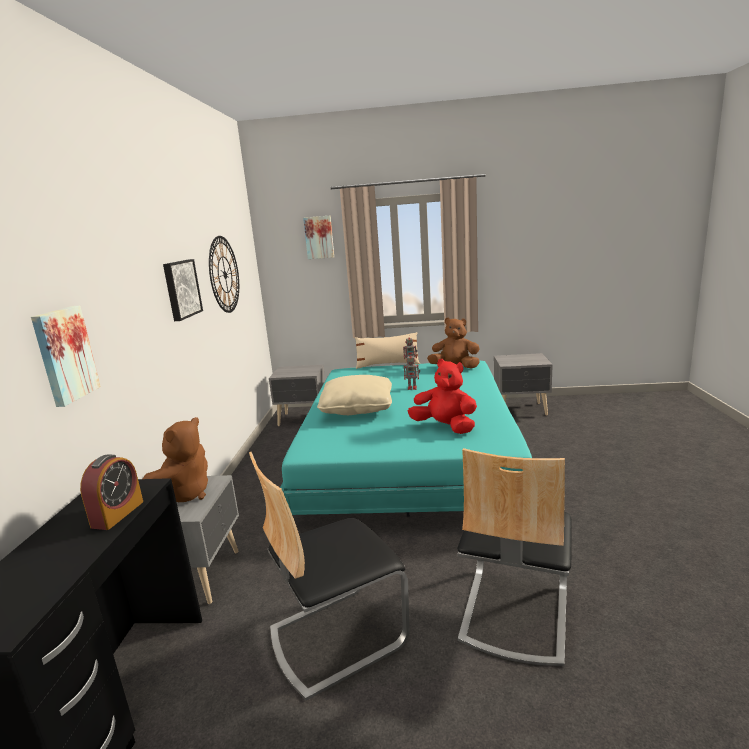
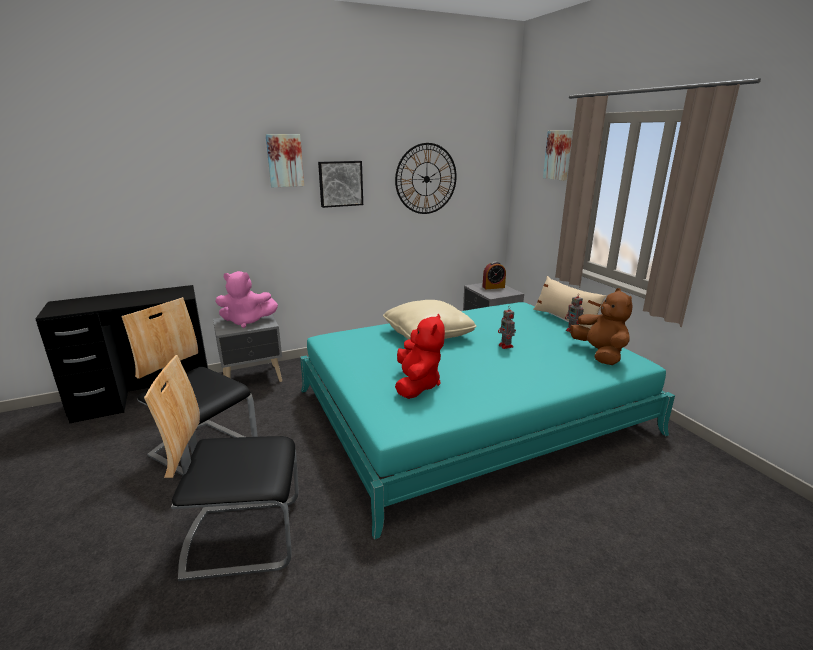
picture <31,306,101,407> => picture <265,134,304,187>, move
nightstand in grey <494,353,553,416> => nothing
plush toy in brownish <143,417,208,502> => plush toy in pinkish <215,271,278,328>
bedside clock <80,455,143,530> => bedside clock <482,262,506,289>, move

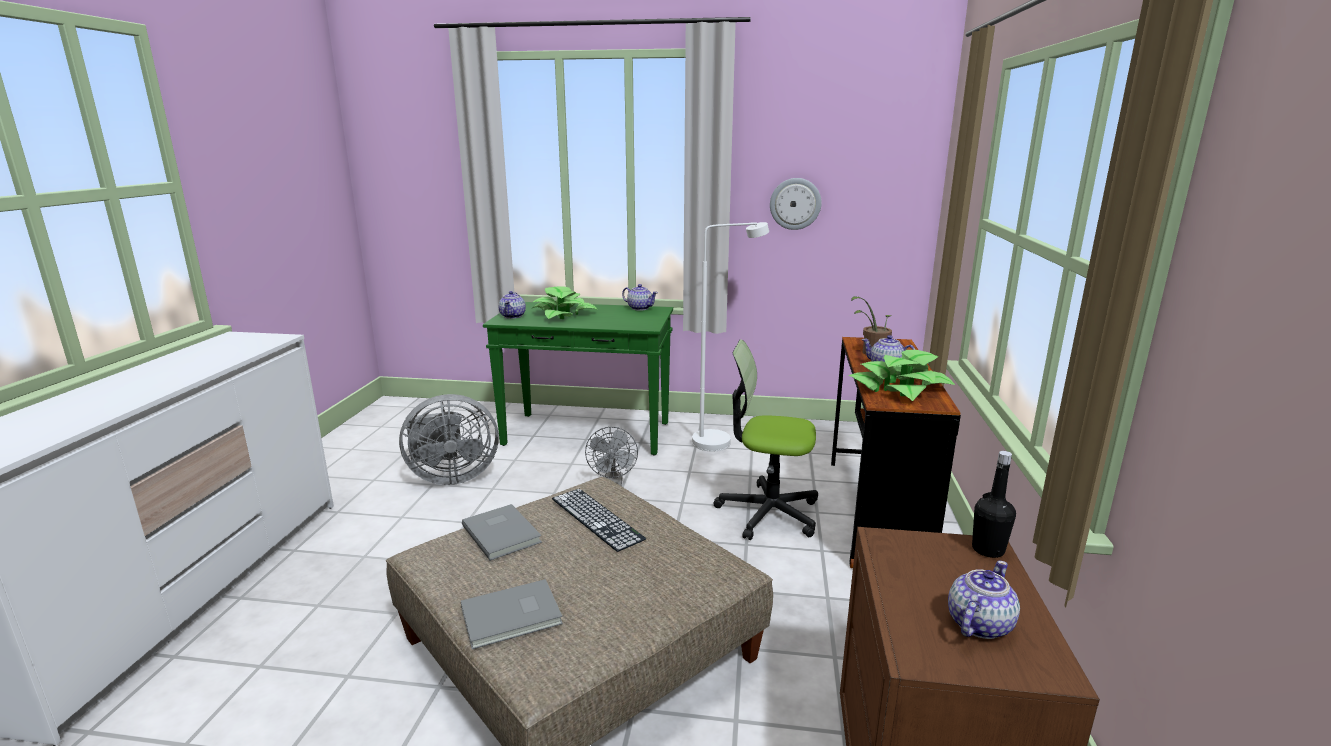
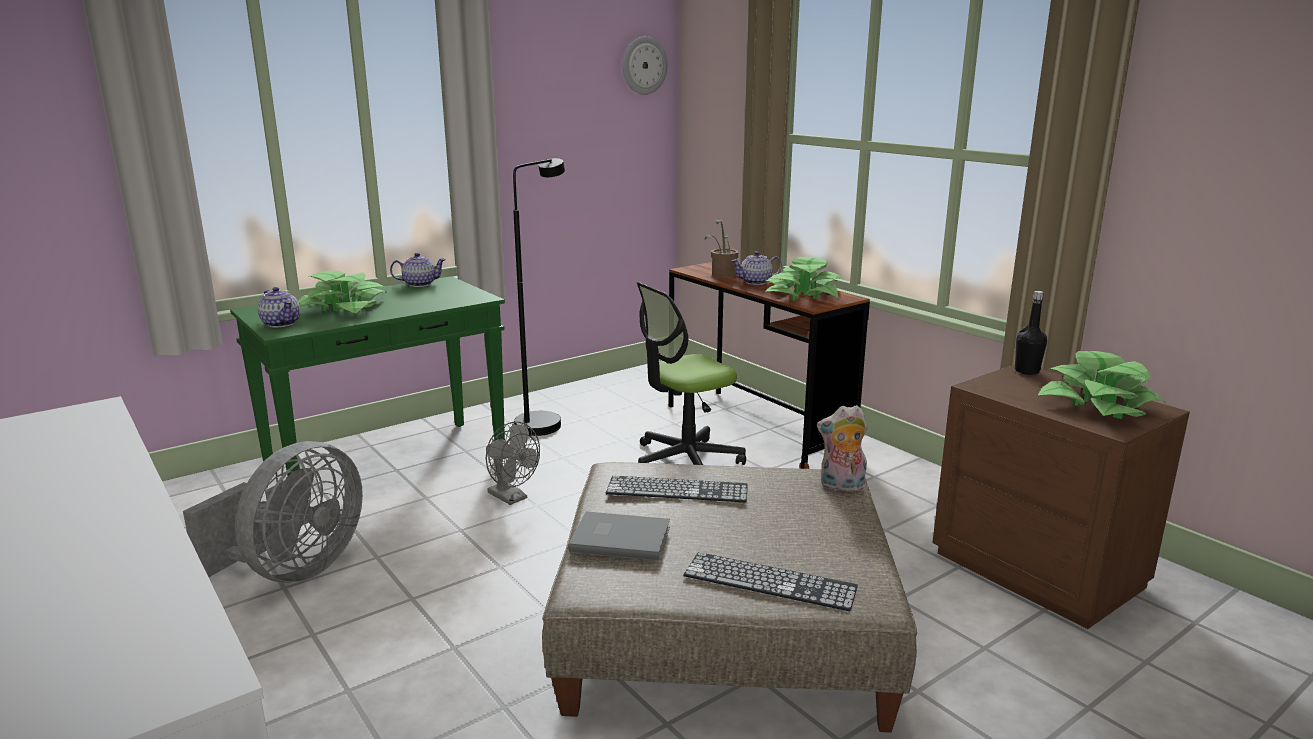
wall clock <770,178,822,230> => wall clock <623,36,667,95>, move
standing lamp in white <692,222,769,451> => standing lamp in black <513,158,565,436>
teapot <948,561,1020,639> => houseplant <1038,351,1166,419>
volume in grey <461,579,563,649> => keyboard <683,552,858,611>
nothing => plush toy <817,405,868,492>

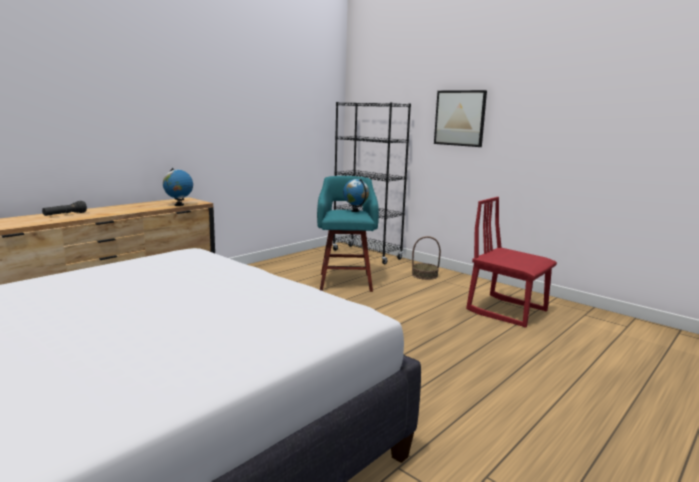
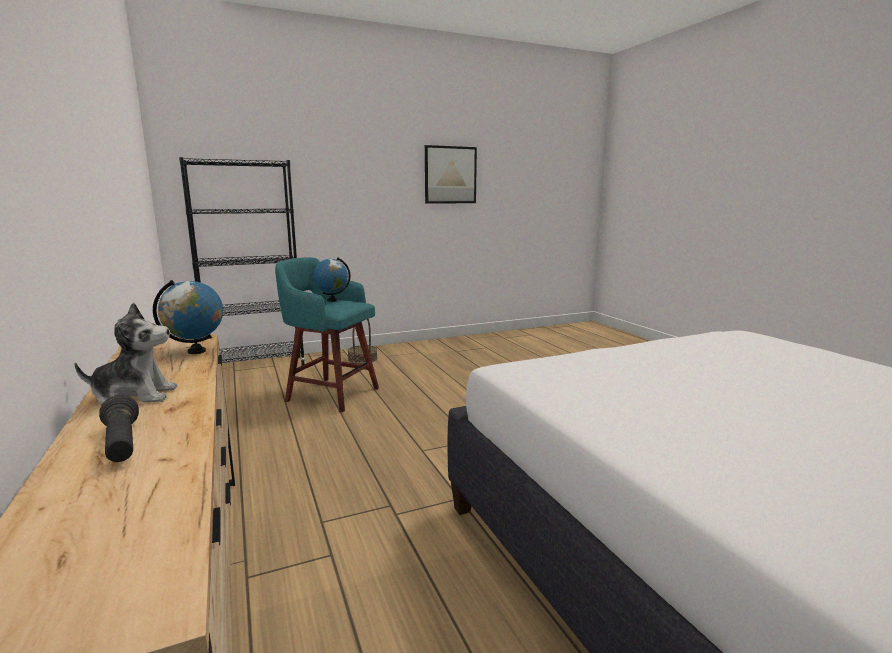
picture <434,90,487,147> => picture <425,145,477,204>, move
chair in reddish <466,197,557,328> => nothing
nothing => plush toy <74,302,177,405>

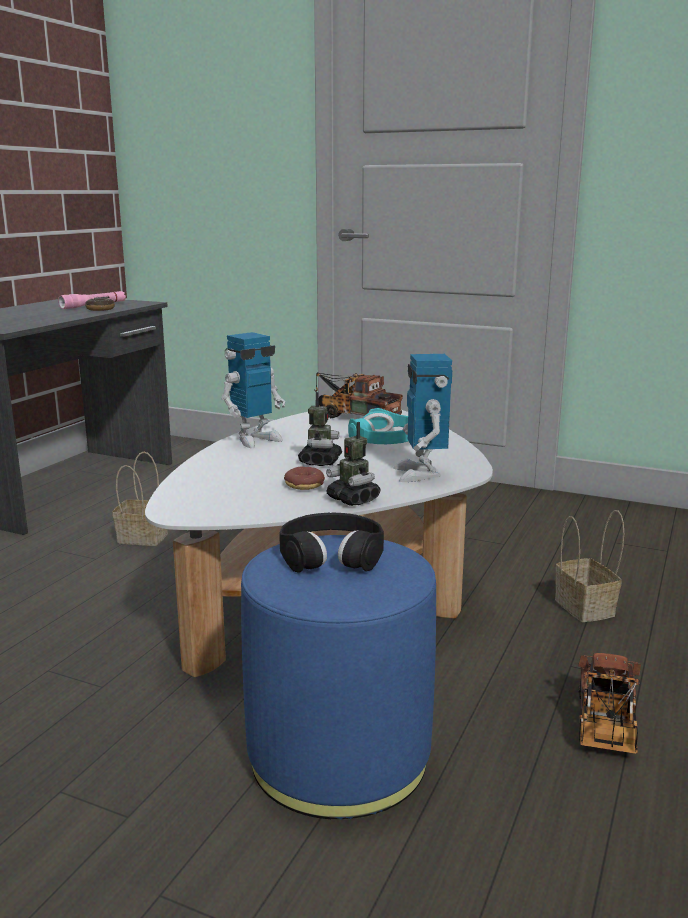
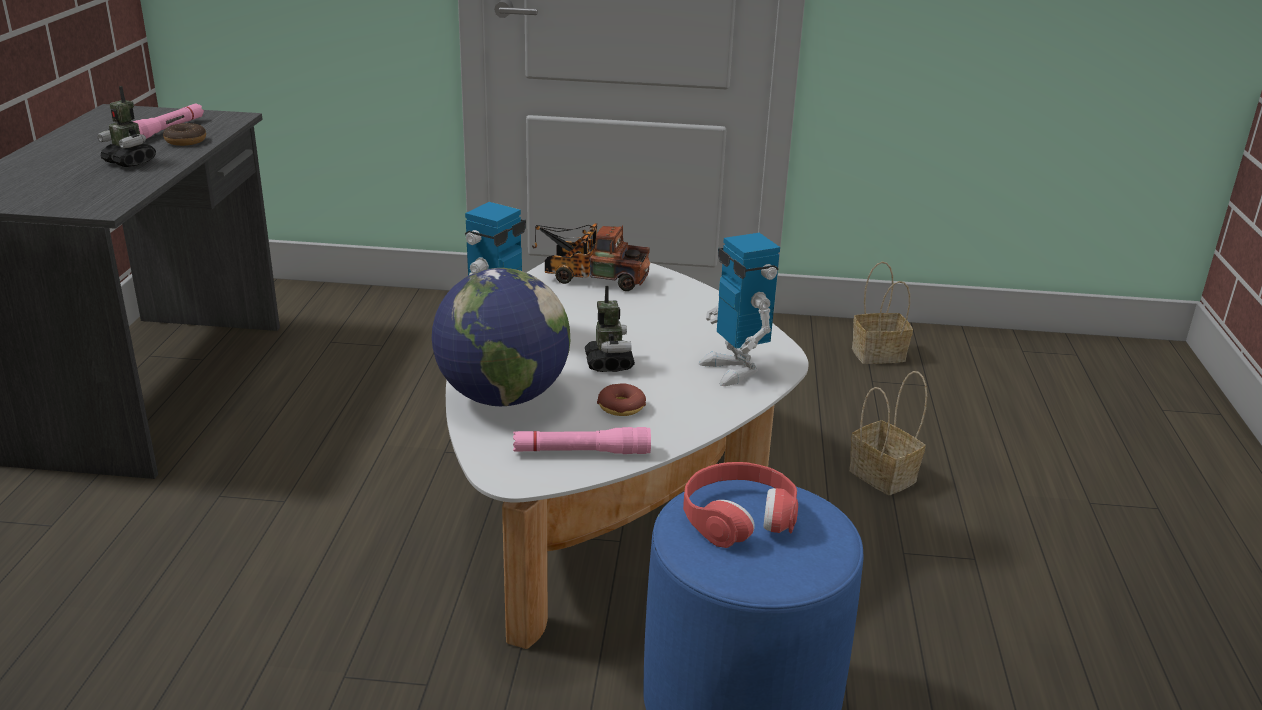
headset in blue-green <348,408,408,444> => nothing
robot figure <326,422,381,506> => robot figure <97,86,156,167>, move
storage basket <112,452,168,546> => storage basket <852,262,913,364>, move
headset in black <279,513,384,573> => headset in reddish <683,462,798,548>
model truck <578,653,641,754> => nothing
nothing => globe <432,268,570,406>
nothing => hand torch in pinkish <513,427,651,454>

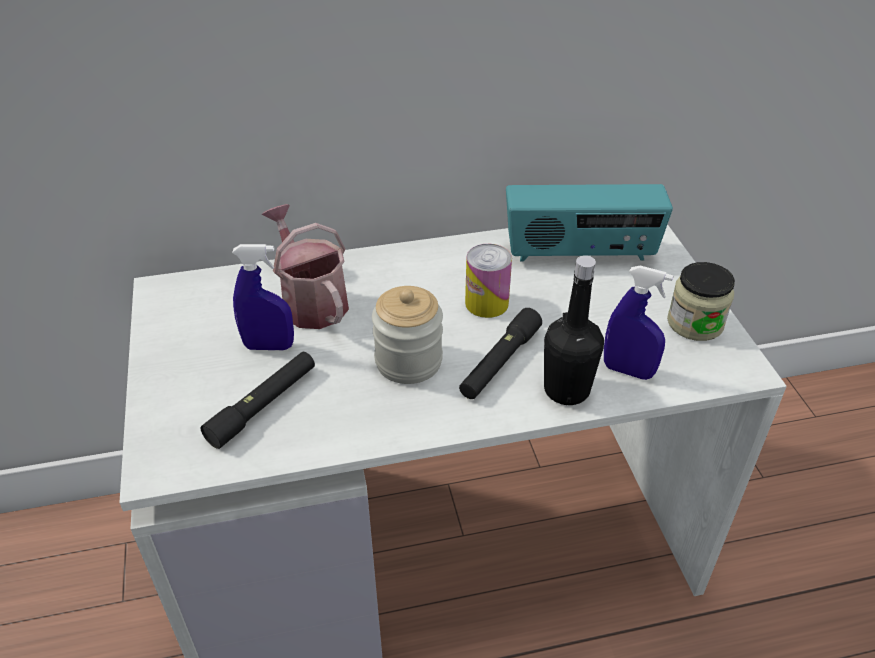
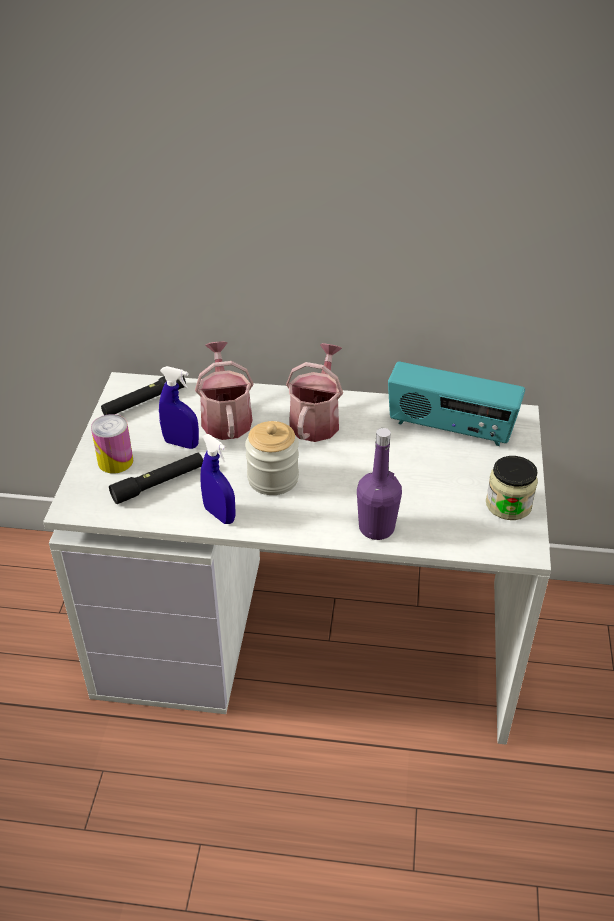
can <465,244,512,318> => can <91,414,133,473>, move
bottle in black <544,255,604,405> => bottle in purplish <357,428,402,540>
spray bottle in blue <604,266,674,380> => spray bottle in blue <200,434,236,524>, move
hand torch in black <459,308,542,399> => hand torch in black <101,376,186,415>, move
nothing => watering can <286,343,343,442>

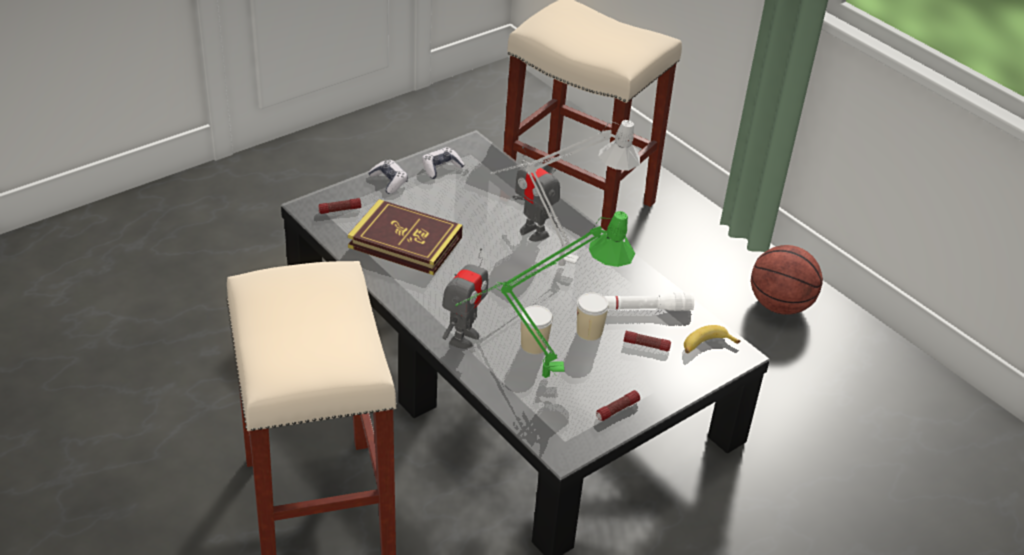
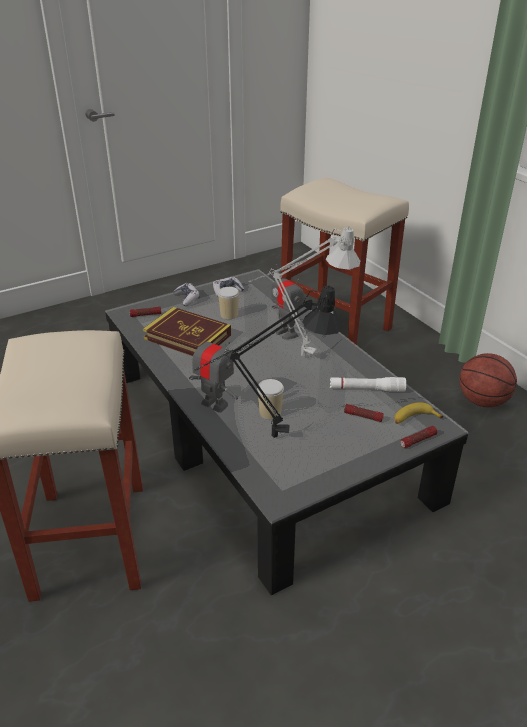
table lamp in green-coloured <455,211,635,378> => table lamp in black <194,285,343,438>
robot figure <442,248,488,349> => robot figure <189,330,238,413>, 90 degrees counterclockwise
drinking cup <577,292,609,341> => drinking cup <218,287,239,319>, move
hand torch <596,390,640,421> => hand torch <400,426,437,448>, move

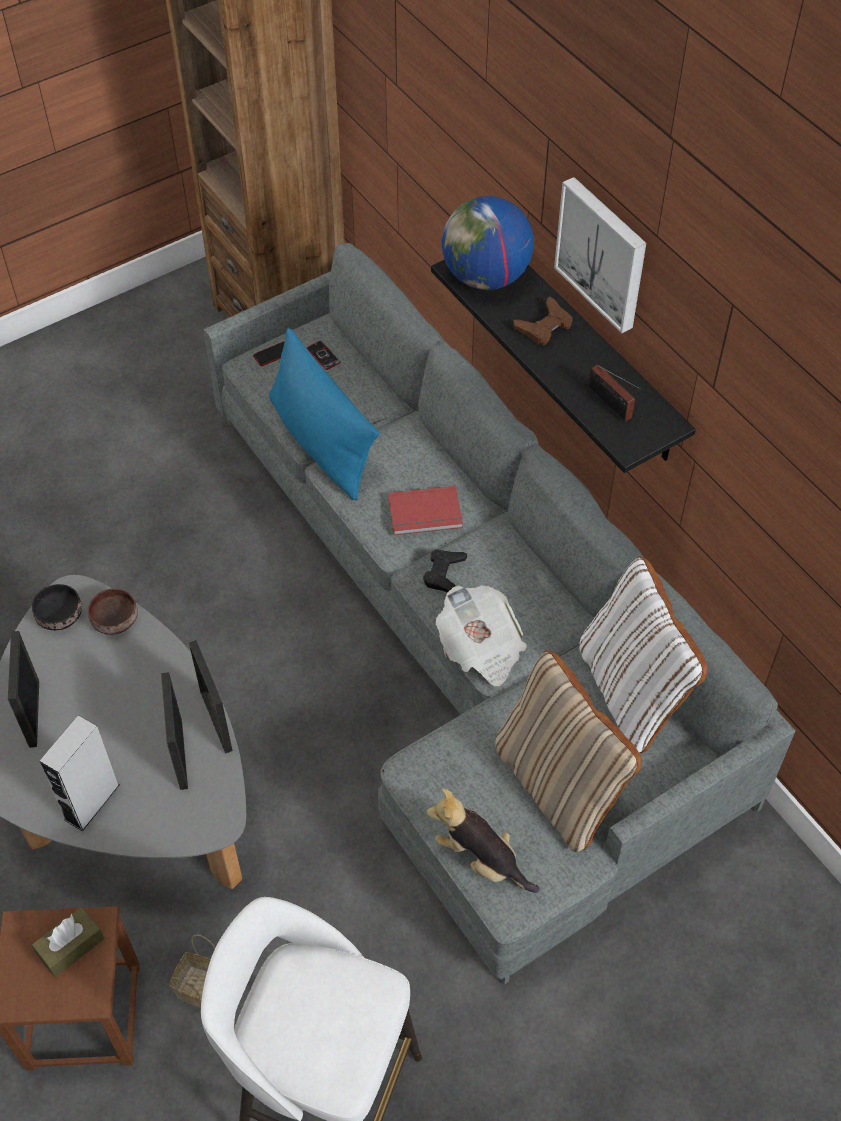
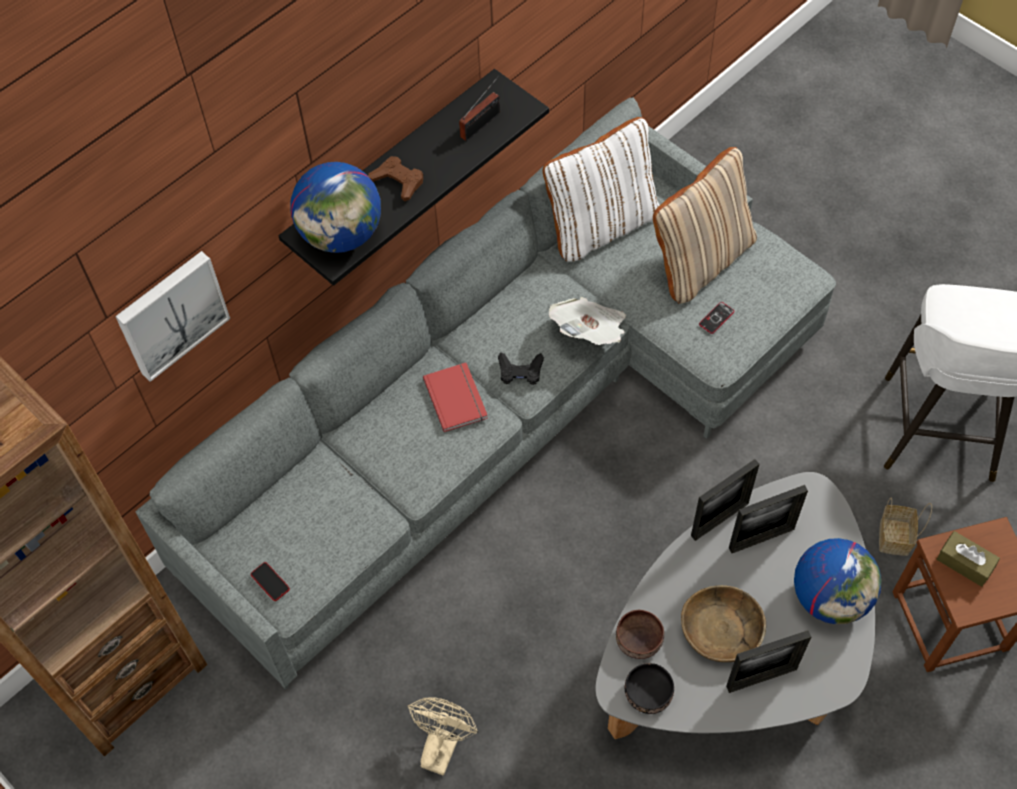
picture <554,177,646,334> => picture <115,251,230,382>, move
cushion in blue <269,328,379,501> => nothing
handset <307,341,341,370> => handset <699,302,735,334>, move
speaker in grey <40,715,119,831> => globe <794,538,881,624>
plush toy <427,789,540,893> => nothing
nothing => serving bowl in brownish <681,585,766,662>
nothing => cooling fan in sand-coloured <408,697,478,775>

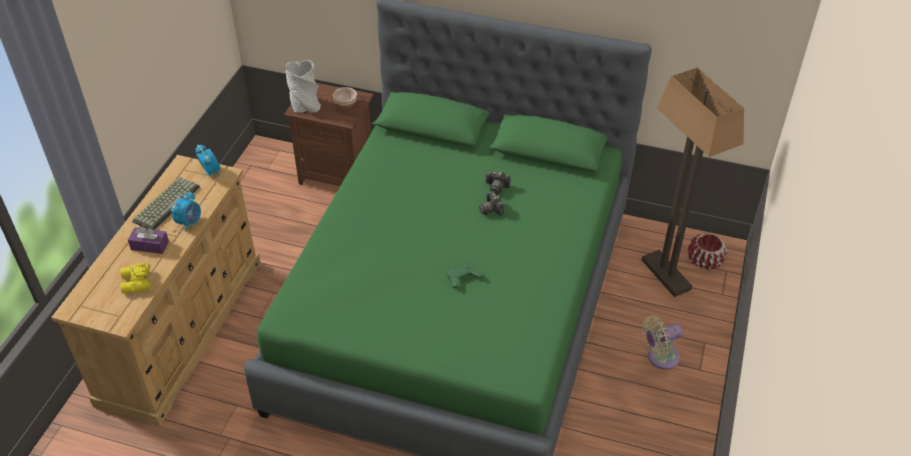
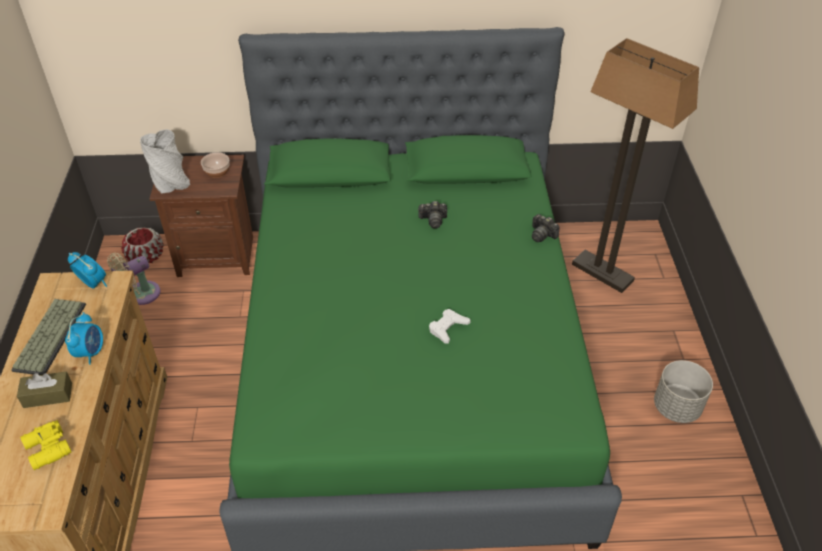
still camera <479,191,504,216> => still camera <532,214,560,242>, move
tissue box in purplish <128,226,169,254> => tissue box in brownish <17,372,72,408>
flower pot in reddish <688,233,727,270> => flower pot in reddish <121,227,164,263>, move
gamepad in green-coloured <447,262,482,289> => gamepad in white <429,309,471,344>
cooling fan in sand-coloured <642,316,683,369> => cooling fan in sand-coloured <107,253,161,305>, move
nothing => flower pot in grey <654,360,713,423>

